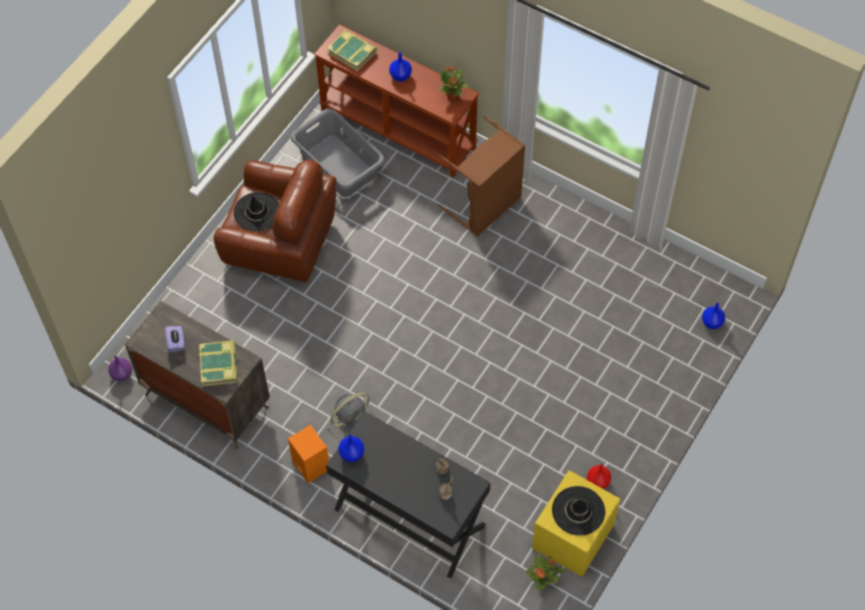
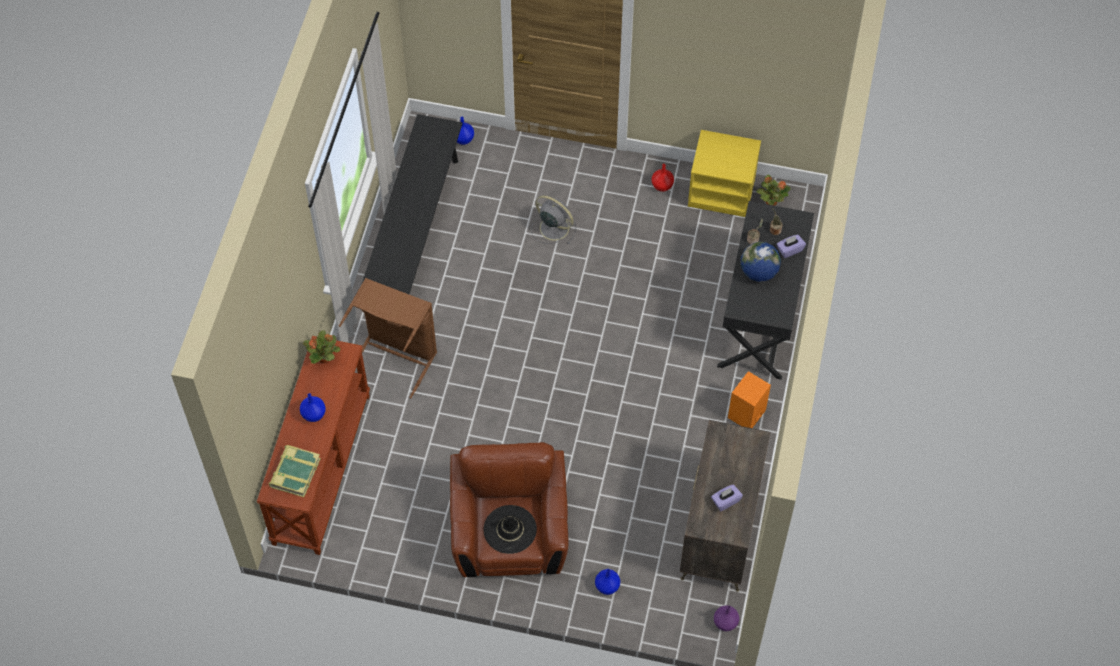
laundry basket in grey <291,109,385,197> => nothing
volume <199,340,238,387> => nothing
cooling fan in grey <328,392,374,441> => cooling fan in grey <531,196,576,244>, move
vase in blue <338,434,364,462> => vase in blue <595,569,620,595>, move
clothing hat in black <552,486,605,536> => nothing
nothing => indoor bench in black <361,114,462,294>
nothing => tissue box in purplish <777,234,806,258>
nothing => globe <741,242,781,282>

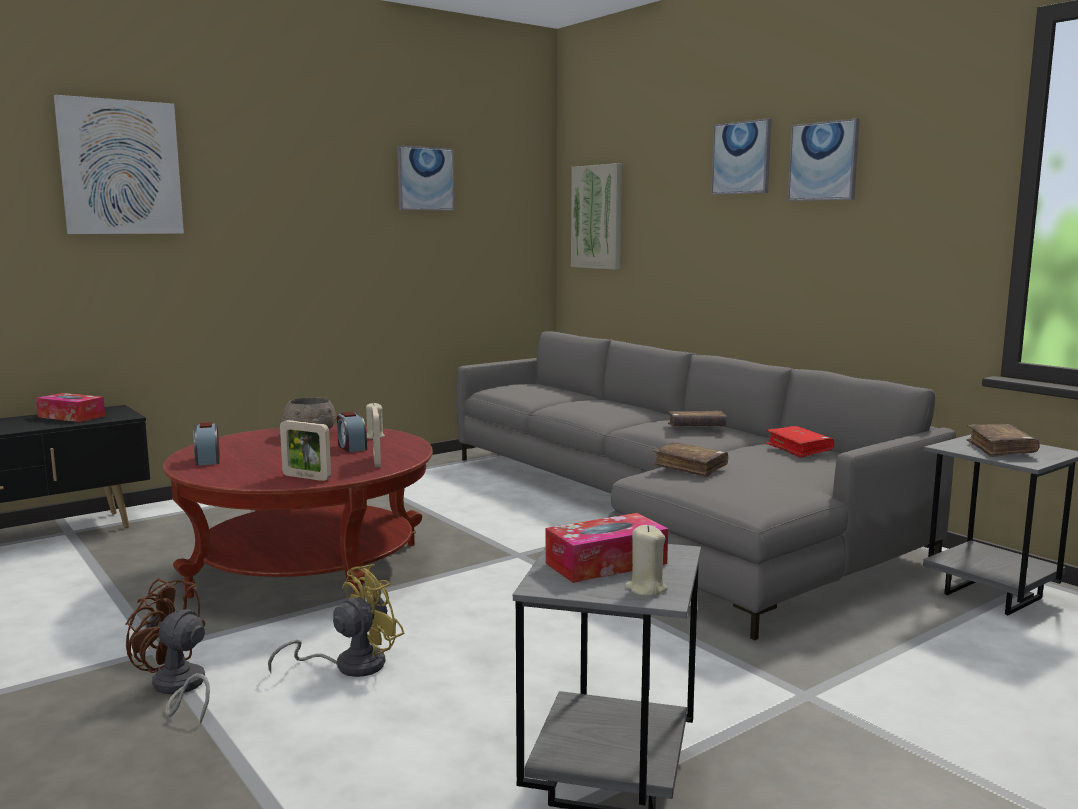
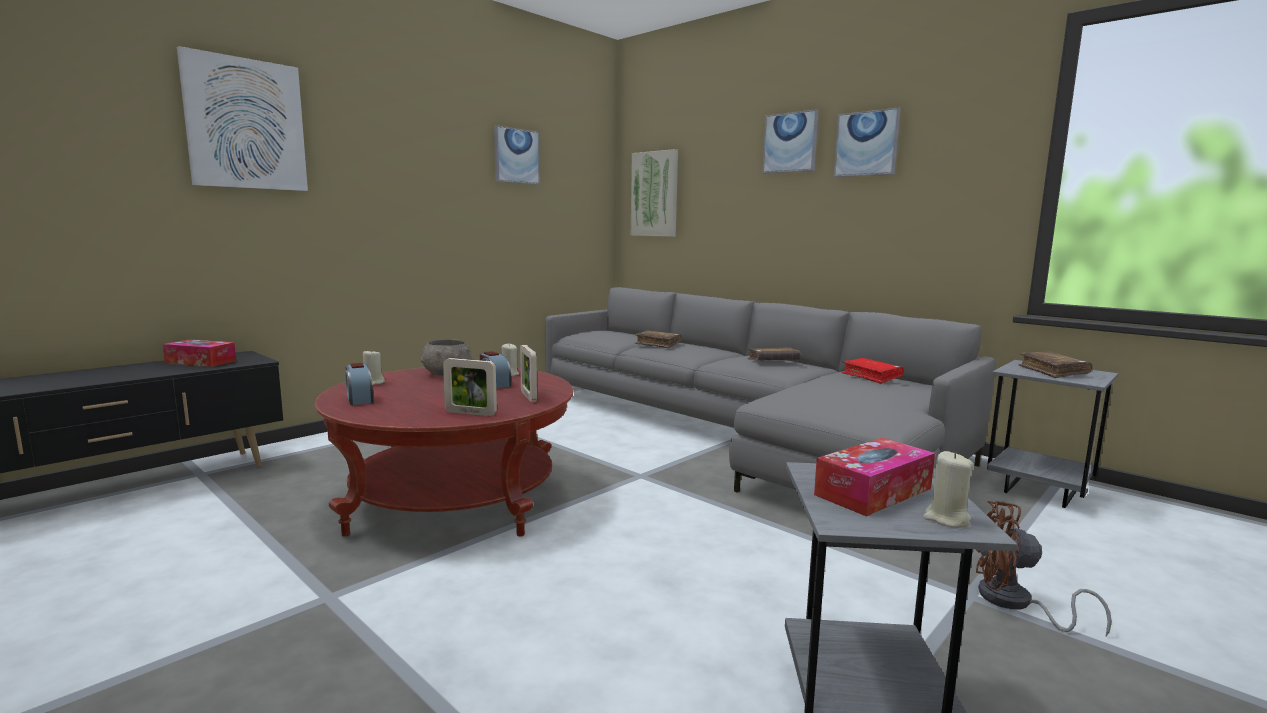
volume in brownish <652,442,728,477> => volume in brownish <635,330,681,348>, move
cooling fan in yellowish <268,564,404,677> => nothing
cooling fan in brownish <125,578,210,724> => cooling fan in brownish <976,501,1112,636>, move
nothing => wax light in sand-coloured <363,349,385,385>

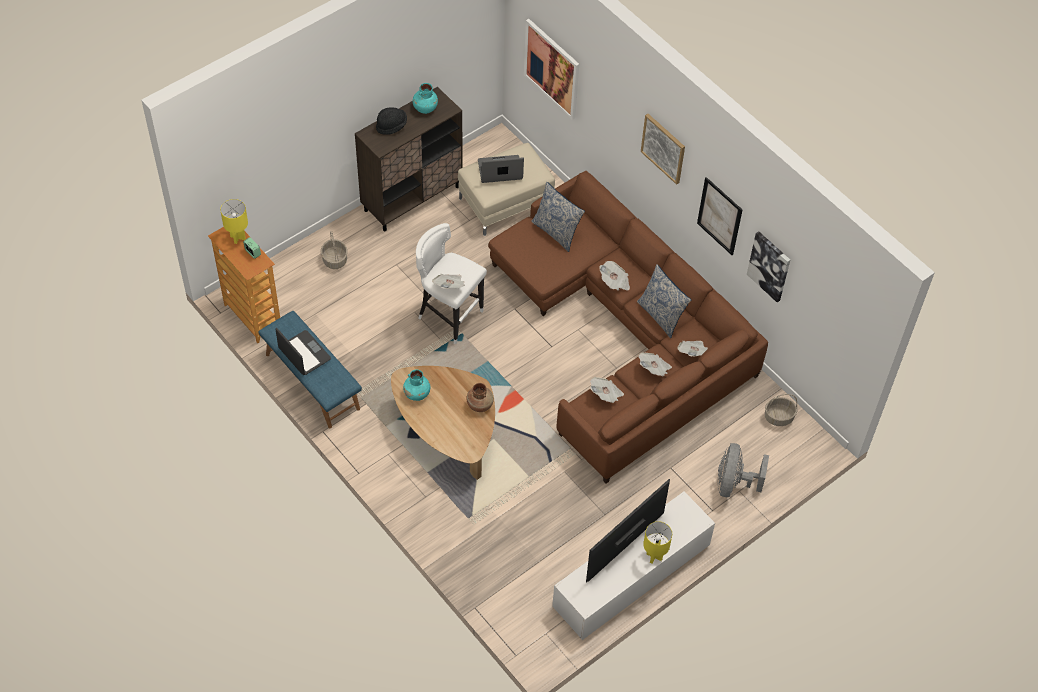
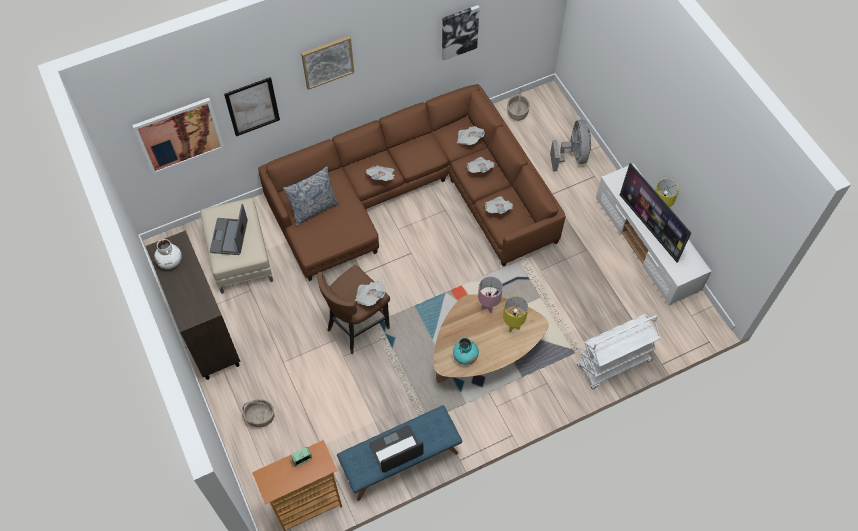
vase in blue-green <413,83,438,114> => vase in white <154,239,182,269>
clothing hat in black <376,107,407,135> => nothing
picture <697,177,742,255> => picture <224,77,280,136>, move
table lamp in yellowish <220,199,248,244> => table lamp in yellowish <503,296,528,332>, move
sitting stool in white <416,223,487,345> => sitting stool in brownish <317,265,390,354>
cushion <637,264,691,338> => nothing
vase in brownish <466,383,494,412> => table lamp in pinkish <478,277,503,313>
cooling fan in grey <718,443,769,497> => cooling fan in grey <550,119,591,172>, 120 degrees counterclockwise
nothing => cart in white <577,314,661,389>

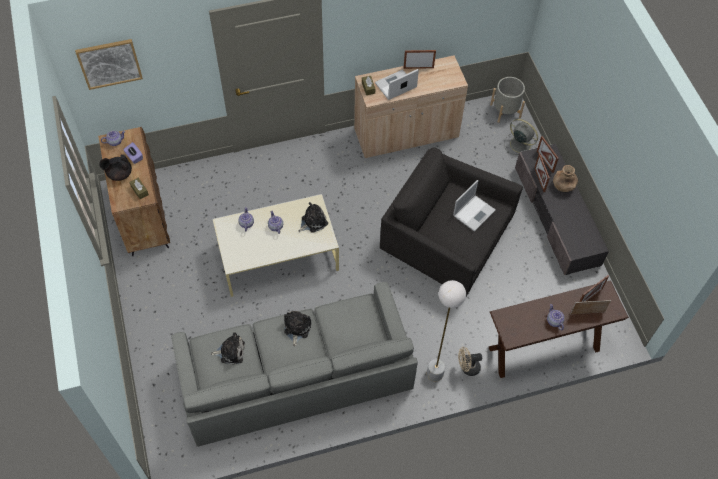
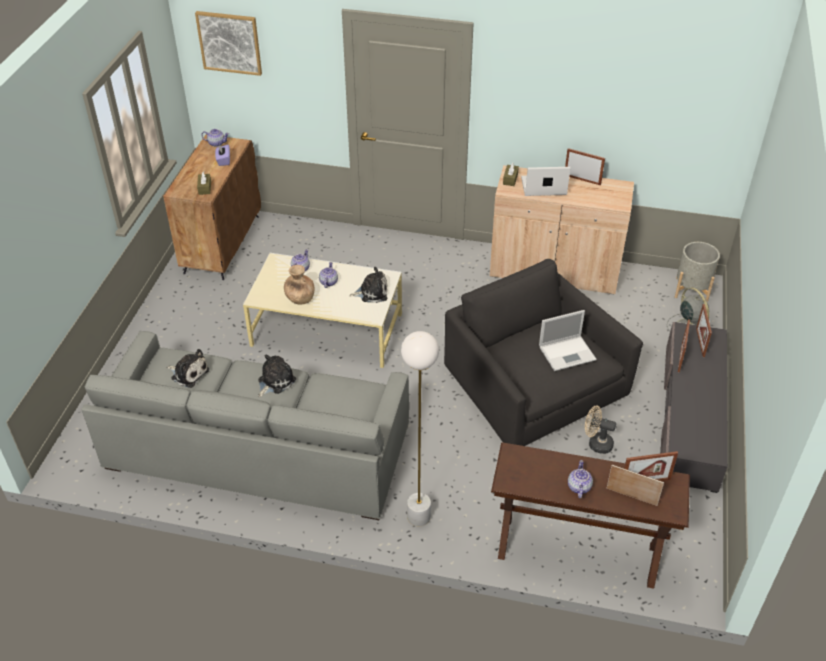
teapot in black <99,154,132,181> => nothing
vase in brownish <553,165,578,192> => vase in brownish <284,265,314,304>, move
cooling fan in sand-coloured <458,347,482,376> => cooling fan in sand-coloured <585,406,616,454>, move

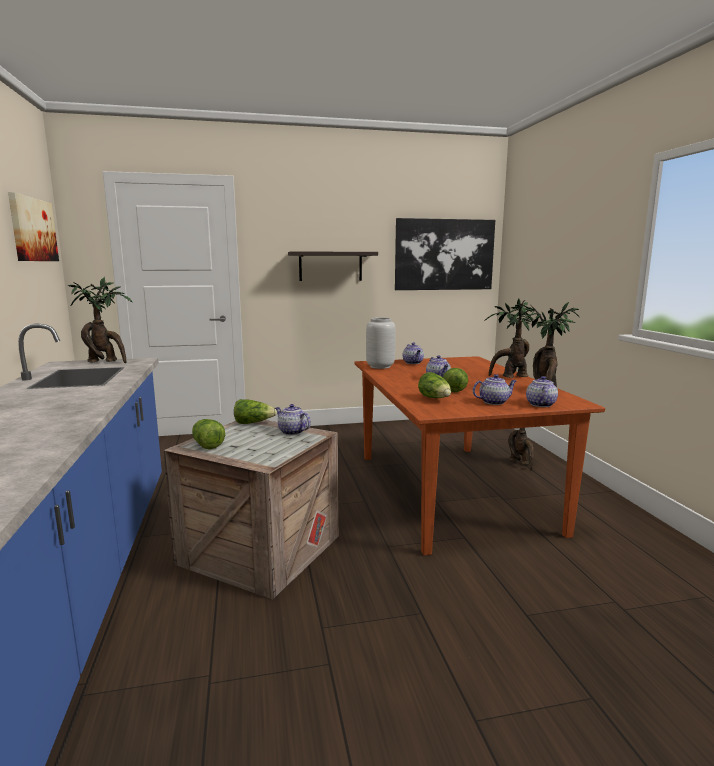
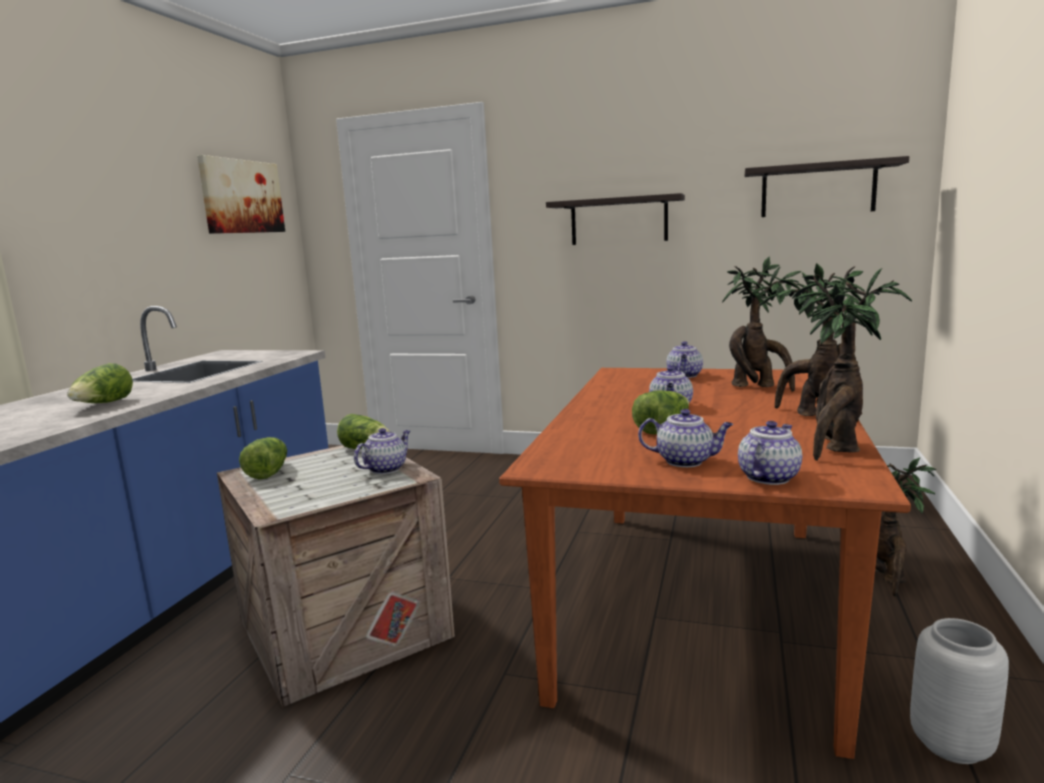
picture <395,218,495,290> => bracket shelf <745,156,909,217>
houseplant <67,277,132,363> => houseplant <722,256,814,391>, move
vase in grey <366,318,395,369> => vase in grey <910,618,1009,764>, move
head of lettuce <418,372,451,398> => head of lettuce <67,363,133,403>, move
teapot <275,404,311,435> => teapot <354,428,410,474>, 60 degrees clockwise

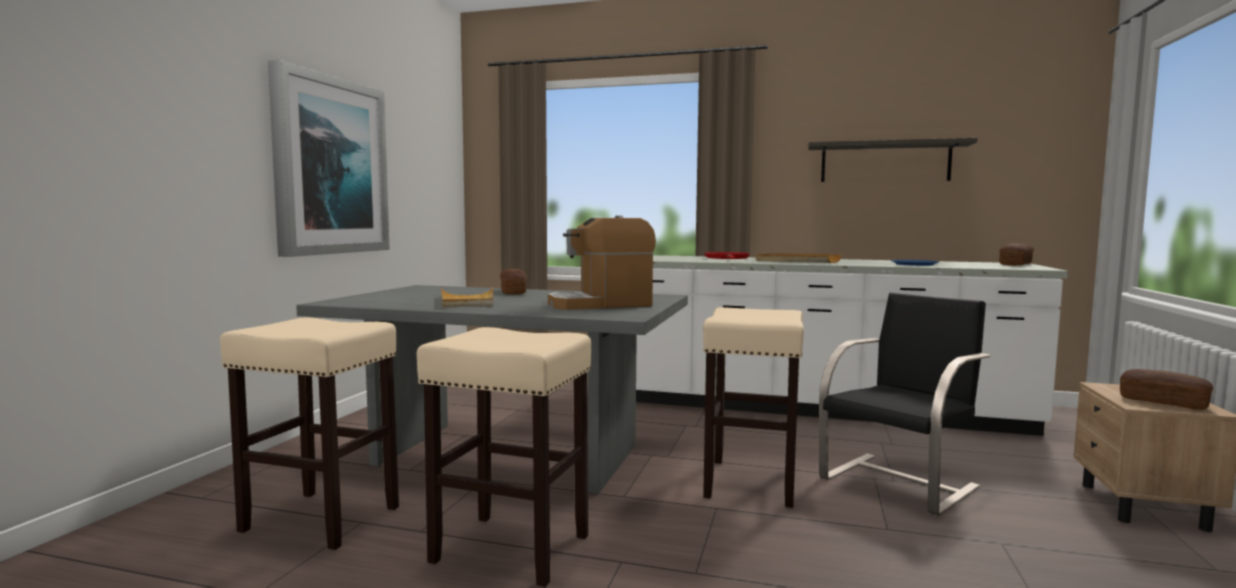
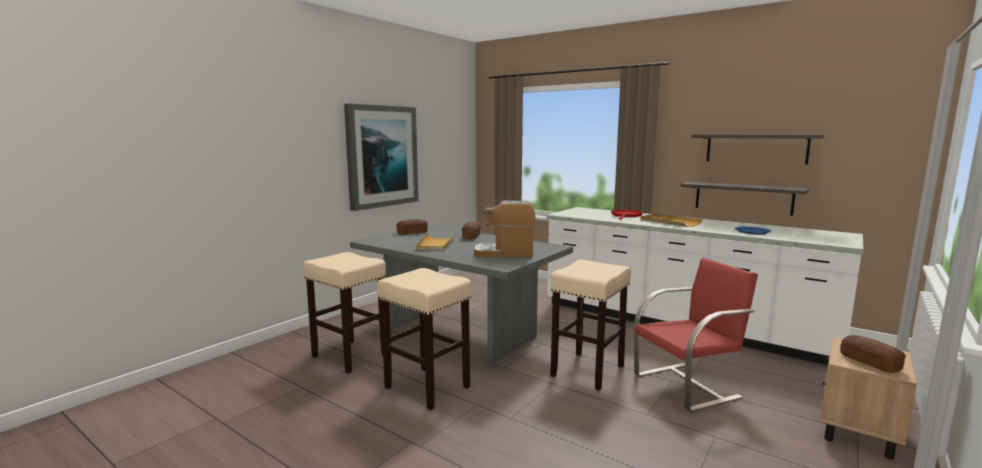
bakery bread <999,243,1034,266> => bakery bread <396,219,428,234>, move
chair in black <819,293,990,516> => chair in reddish <634,258,758,412>
nothing => bracket shelf <681,182,809,216>

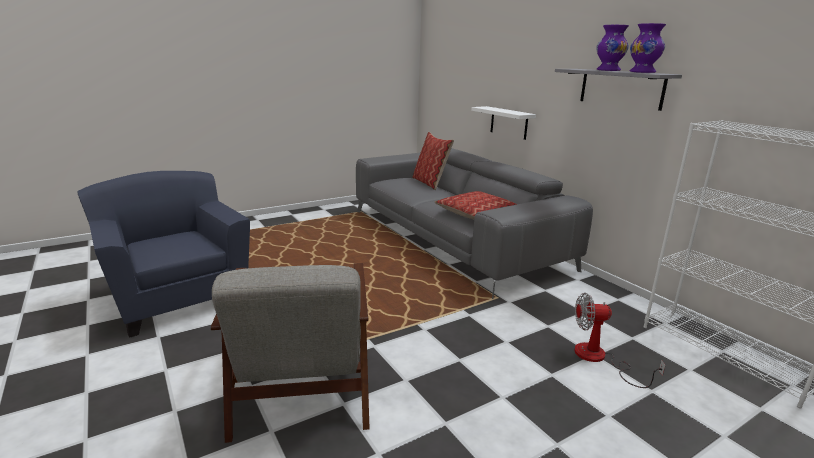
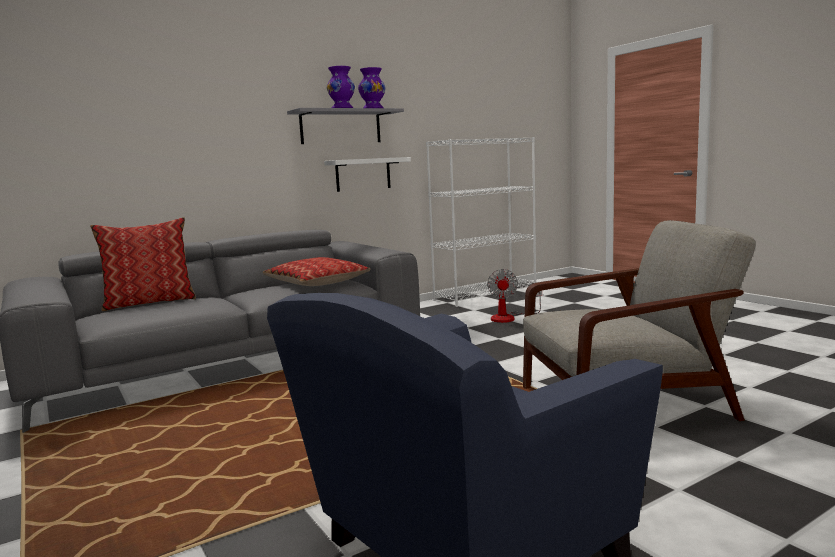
bracket shelf in white <471,106,536,140> => bracket shelf in white <324,157,411,192>, move

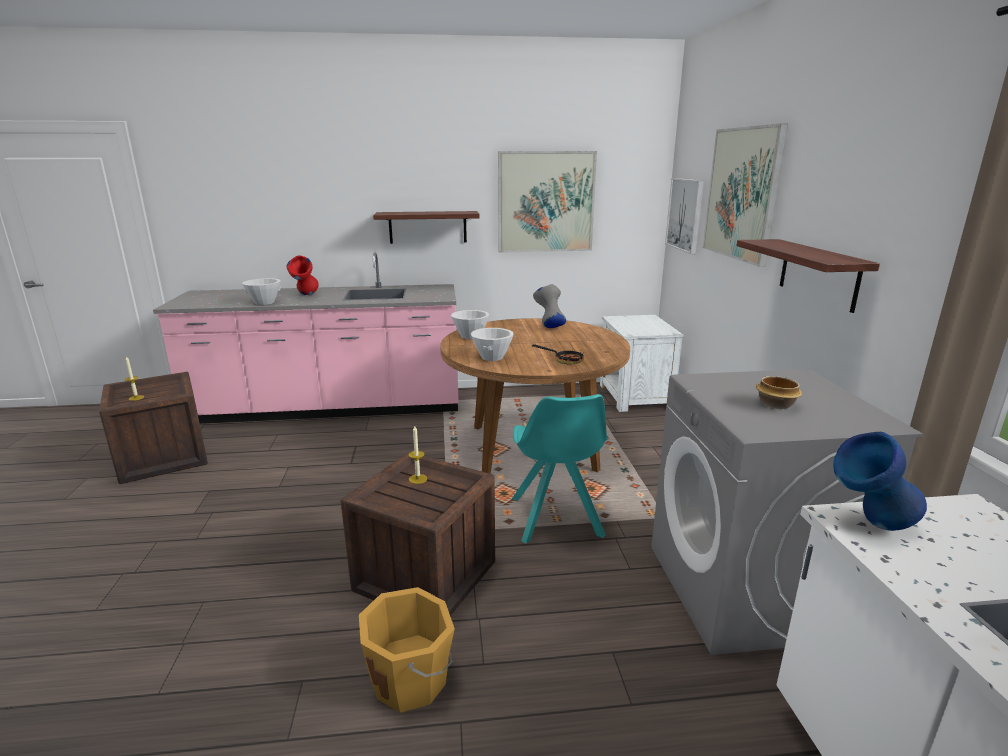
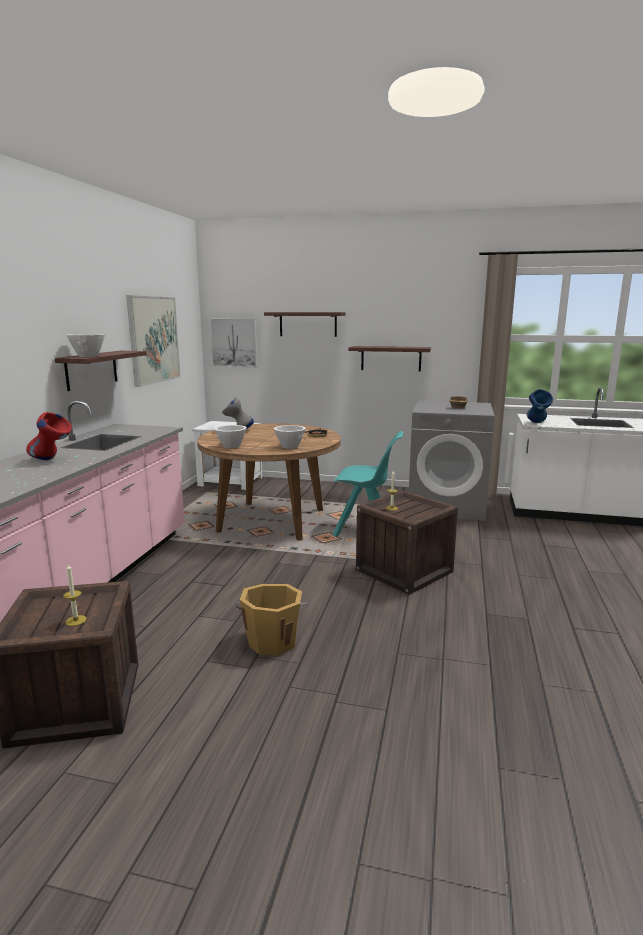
picture <703,123,788,267> => bracket shelf <264,312,346,337>
serving bowl in white <242,278,281,305> => serving bowl in white <67,334,105,357>, move
pail in orangey <359,587,455,713> => pail in orangey <235,584,309,656>, move

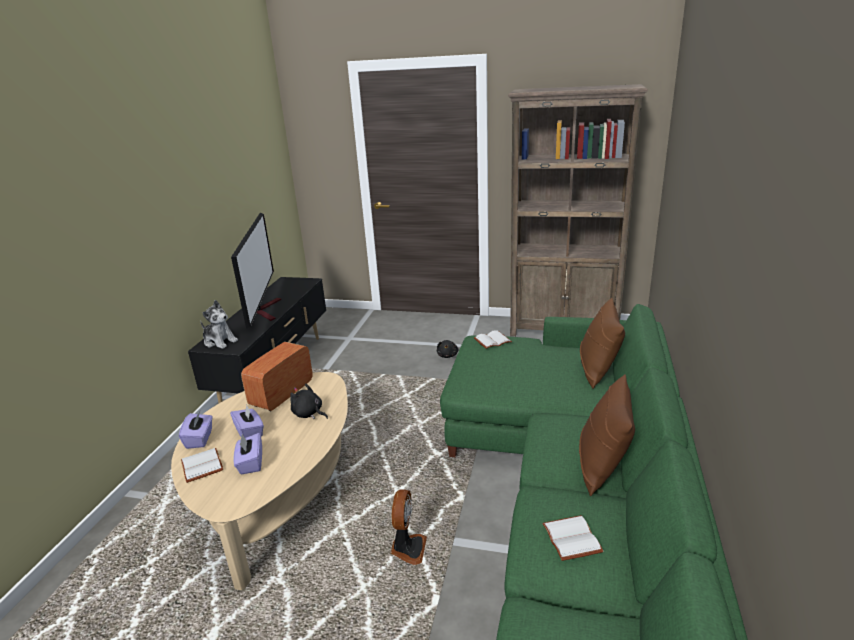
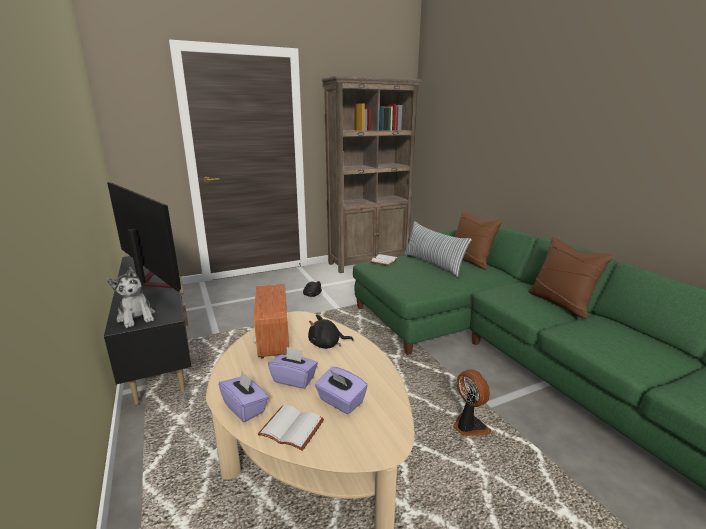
plush toy <201,300,238,349> => plush toy <107,267,155,328>, 60 degrees clockwise
volume in white <542,515,604,561> => nothing
nothing => cushion <404,221,472,277>

